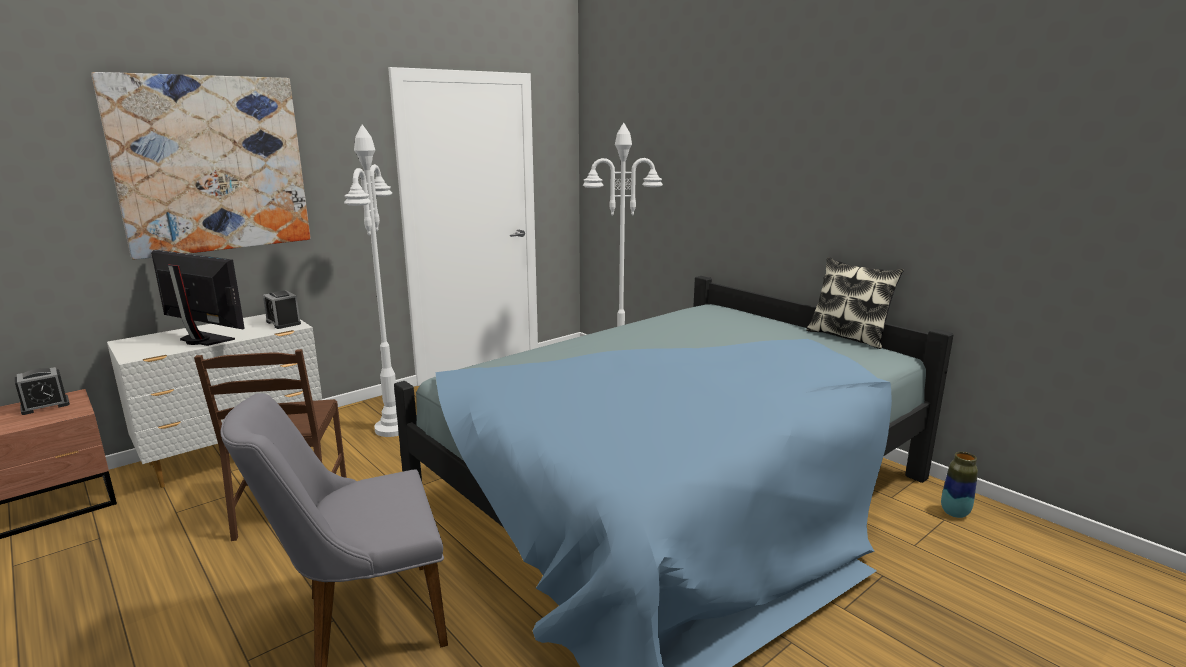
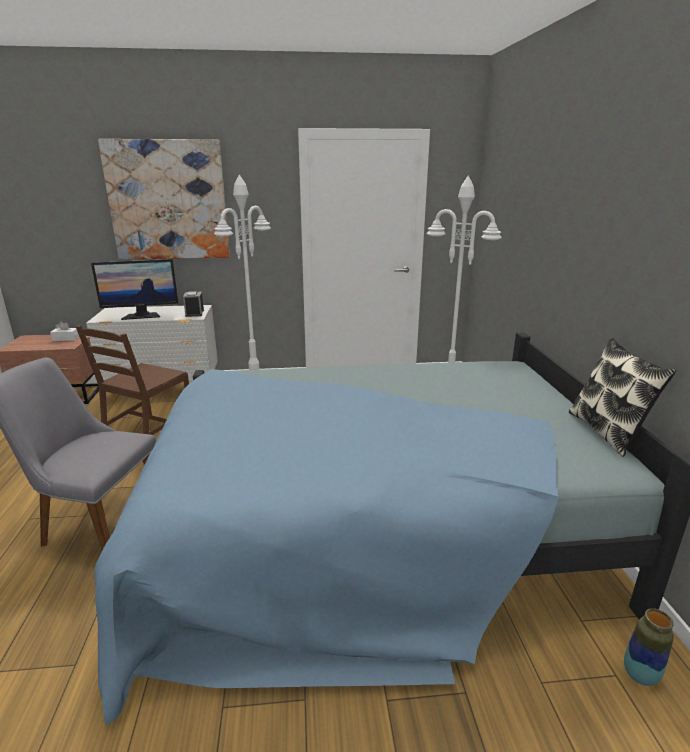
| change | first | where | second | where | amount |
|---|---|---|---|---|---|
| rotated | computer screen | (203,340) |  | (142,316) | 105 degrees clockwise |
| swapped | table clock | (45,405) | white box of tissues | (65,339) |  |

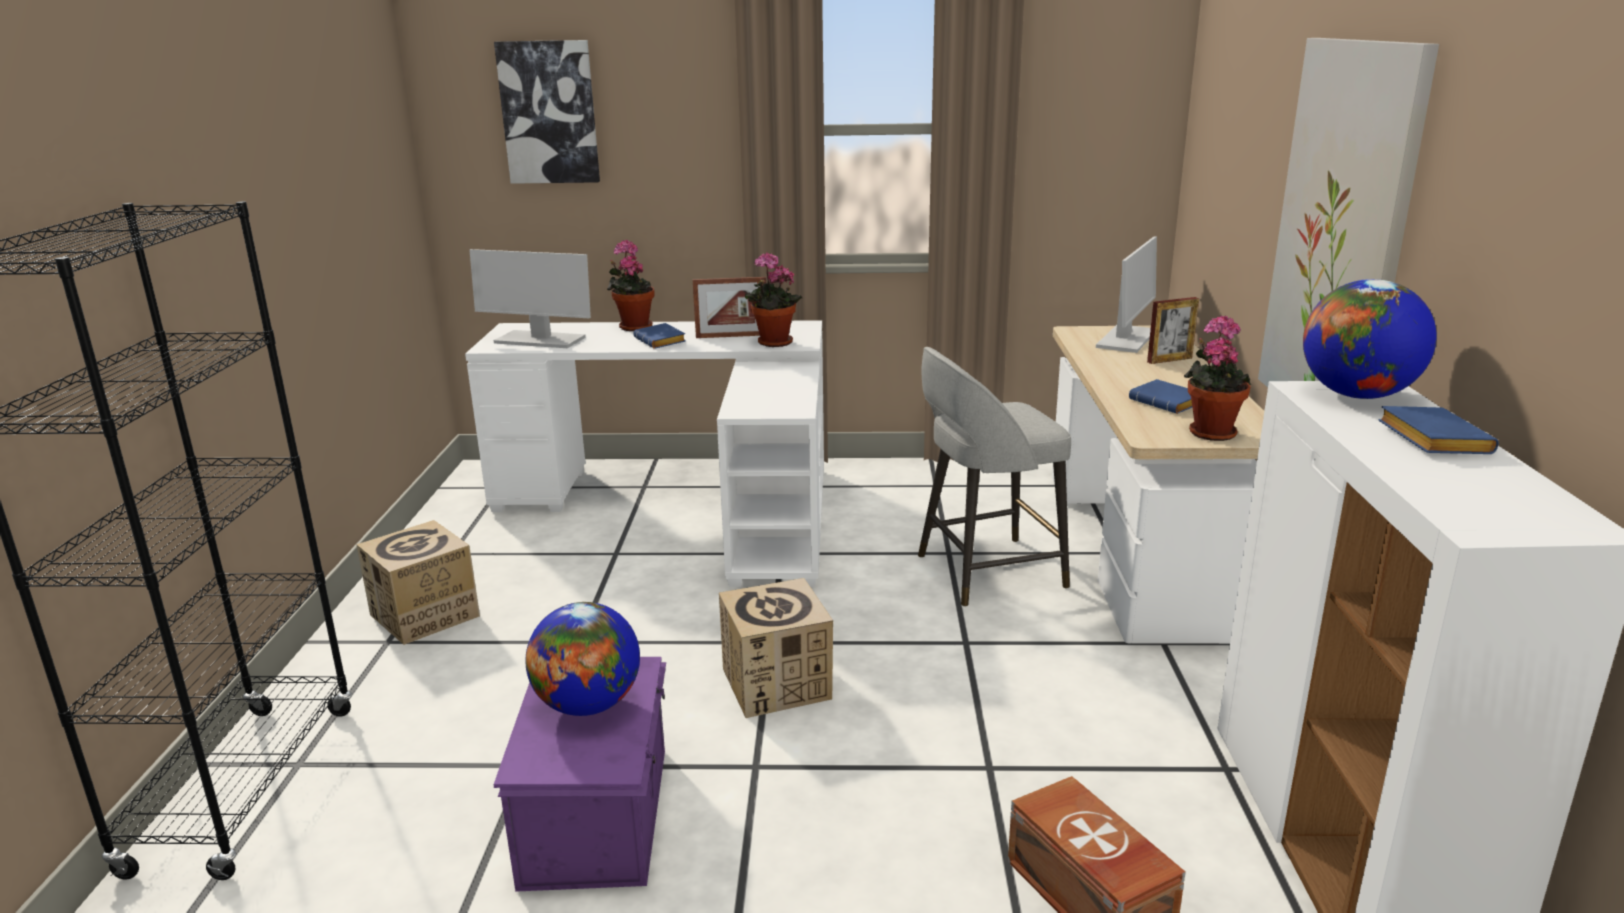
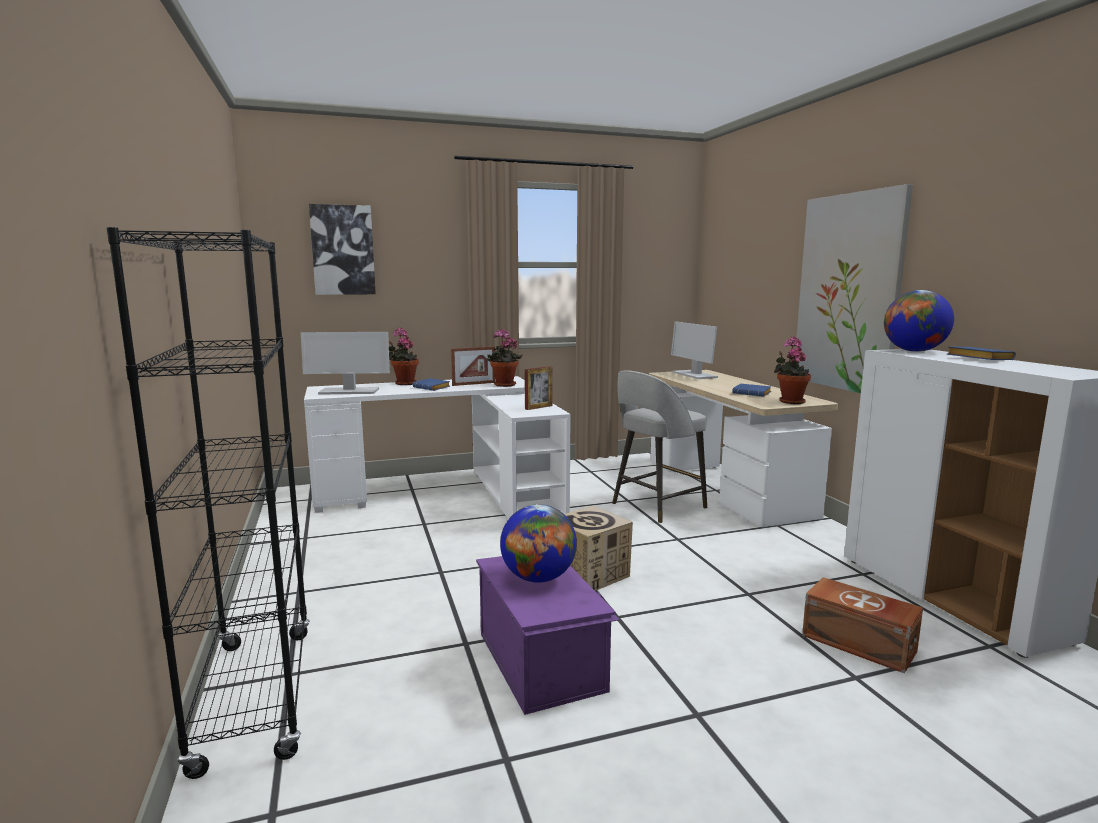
| change | first | where | second | where | amount |
|---|---|---|---|---|---|
| rotated | computer screen | (1126,339) |  | (694,375) | 150 degrees clockwise |
| shifted | picture frame | (1169,360) |  | (538,407) |  |
| gone | packing box | (424,615) |  |  |  |

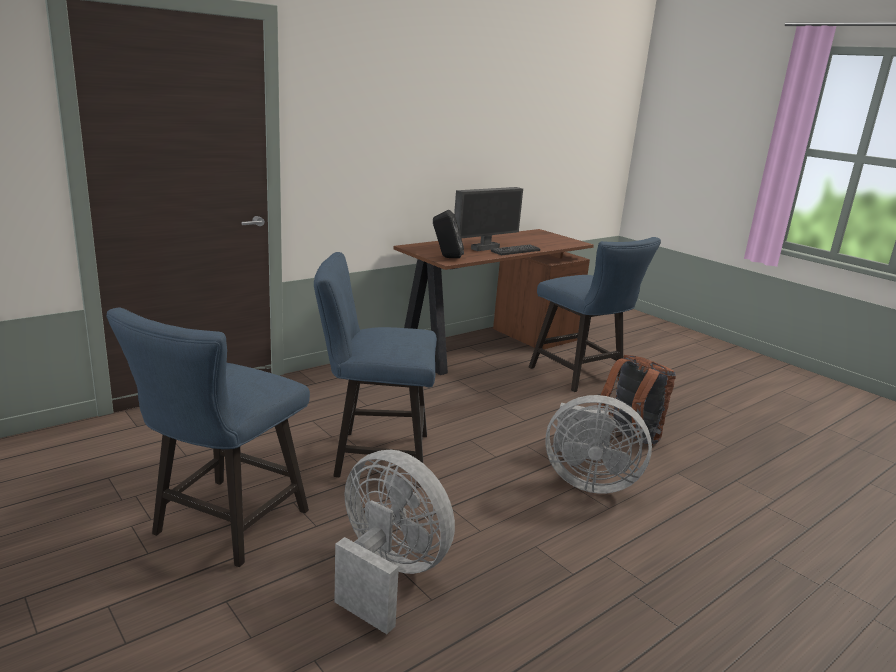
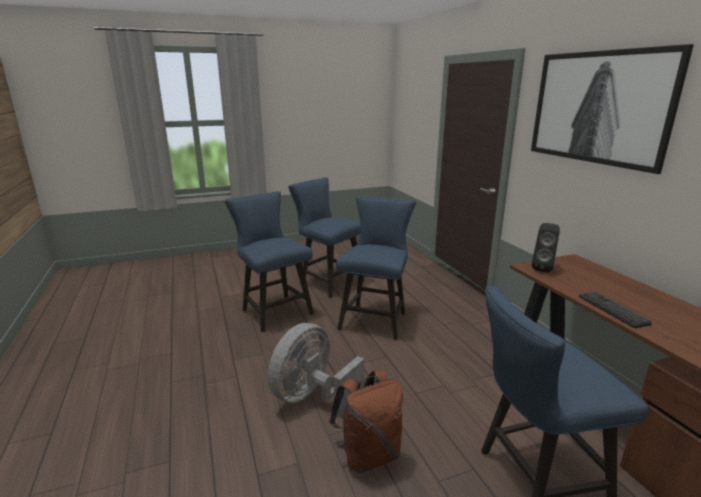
| change | first | where | second | where | amount |
|---|---|---|---|---|---|
| gone | computer screen | (484,248) |  |  |  |
| swapped | greyish electric fan | (388,574) | blue chair | (274,310) |  |
| new |  |  | picture | (599,107) |  |

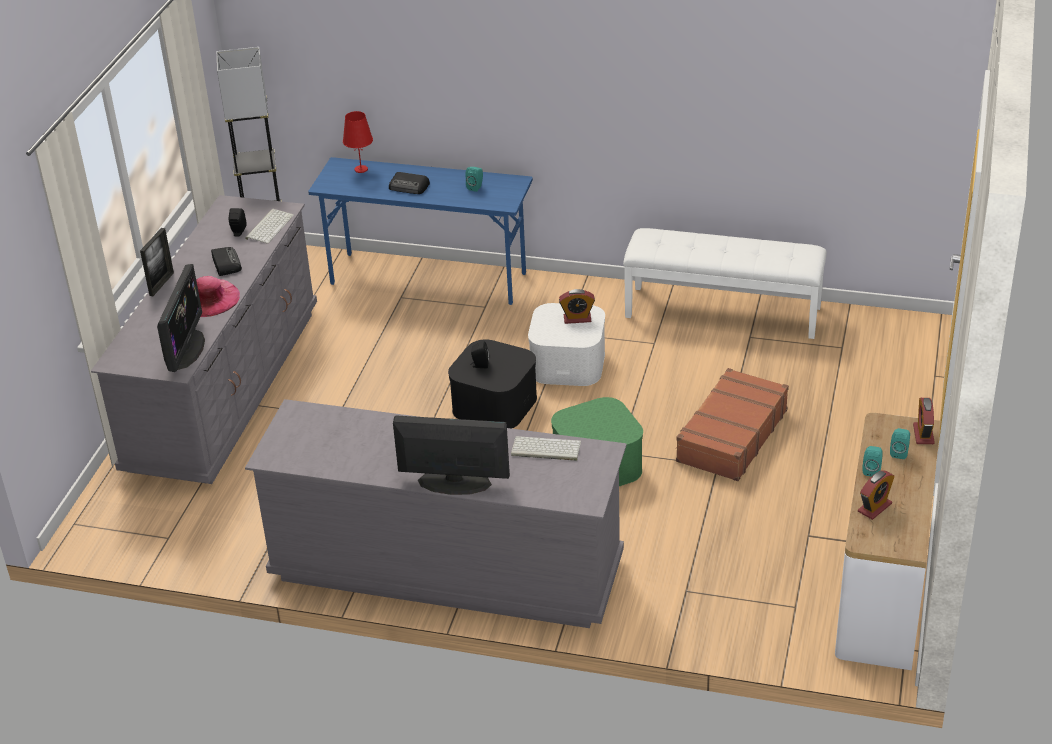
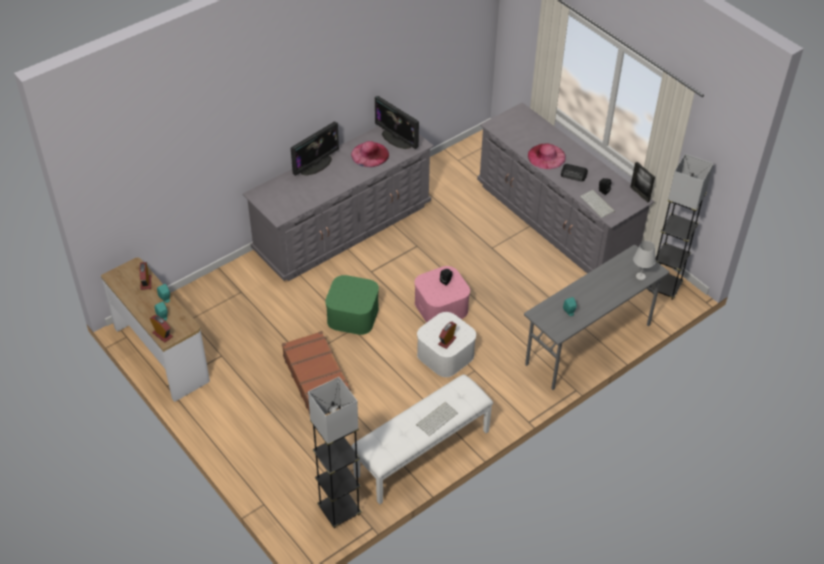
| change | first | where | second | where | amount |
|---|---|---|---|---|---|
| repainted | red-coloured lamp for a table | (361,169) | white lamp for a table | (640,276) |  |
| repainted | blue desk | (429,278) | greyish desk | (588,345) |  |
| gone | radio set | (409,187) |  |  |  |
| shifted | picture frame | (161,284) |  | (639,194) |  |
| shifted | computer screen | (186,349) |  | (397,139) |  |
| repainted | black-coloured storage bin | (494,403) | pink-coloured storage bin | (441,306) |  |
| shifted | PC keyboard | (545,449) |  | (437,418) |  |
| new |  |  | pink-coloured wearable hat | (370,154) |  |
| new |  |  | greyish standard lamp | (339,510) |  |

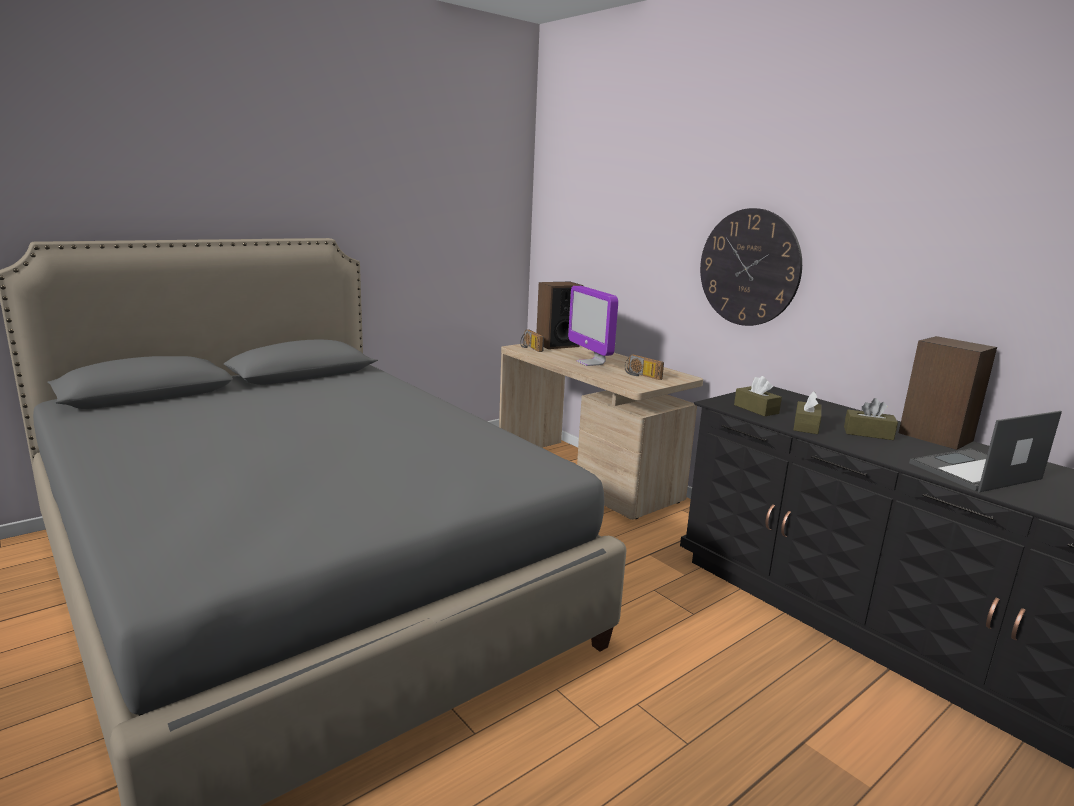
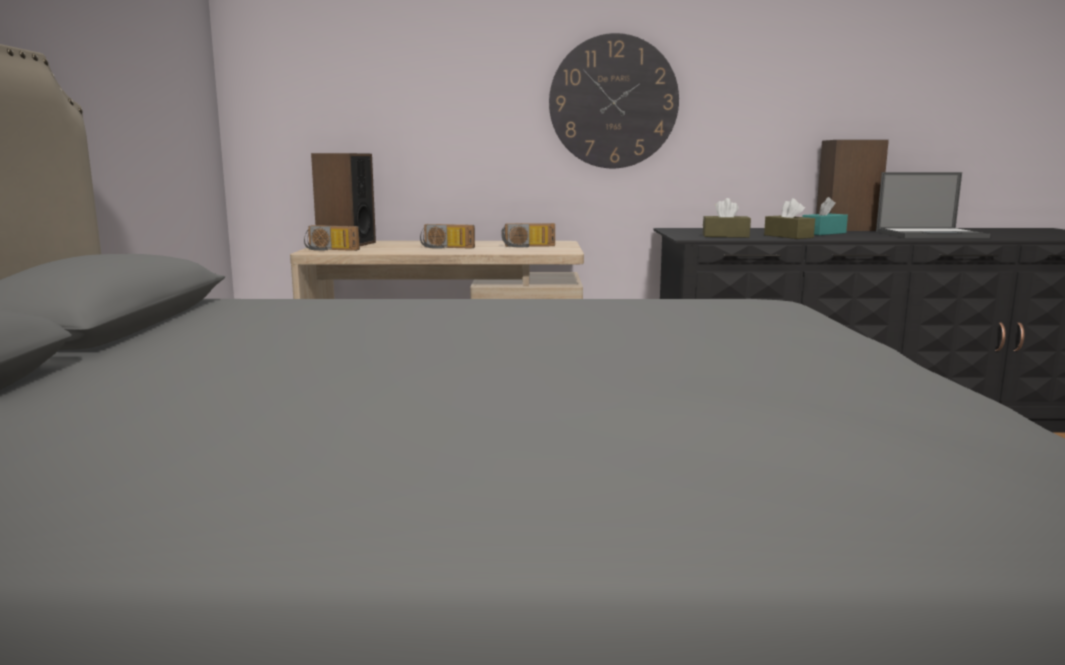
| change | first | where | second | where | amount |
|---|---|---|---|---|---|
| swapped | computer screen | (590,363) | radio set | (446,248) |  |
| repainted | brown box of tissues | (868,433) | turquoise box of tissues | (823,233) |  |
| rotated | notebook computer | (974,471) |  | (931,235) | 105 degrees counterclockwise |

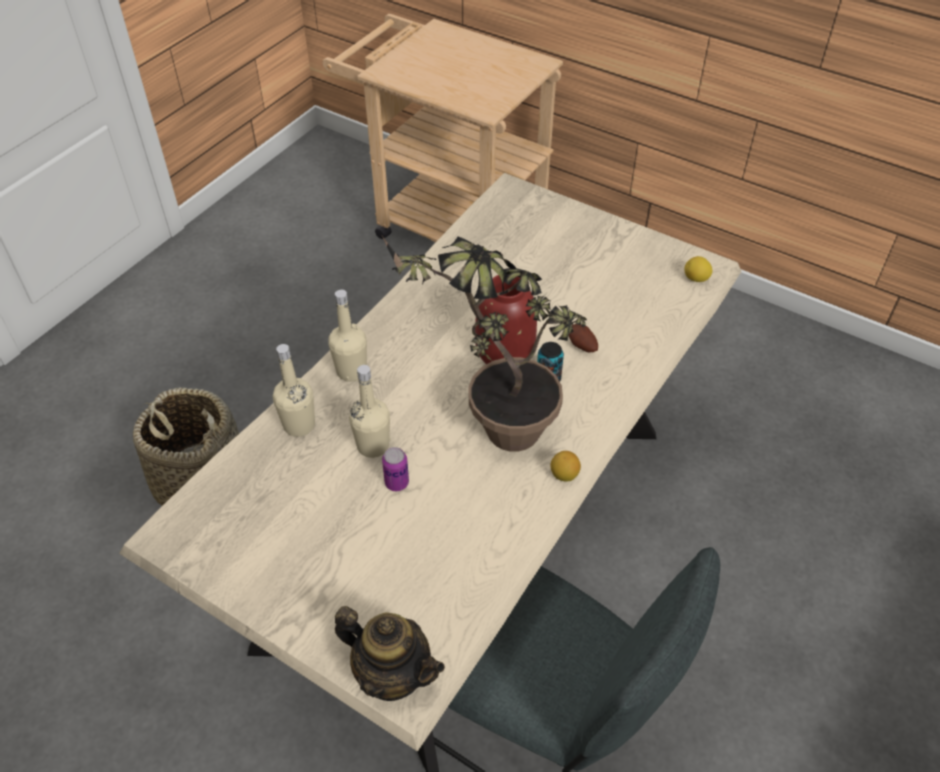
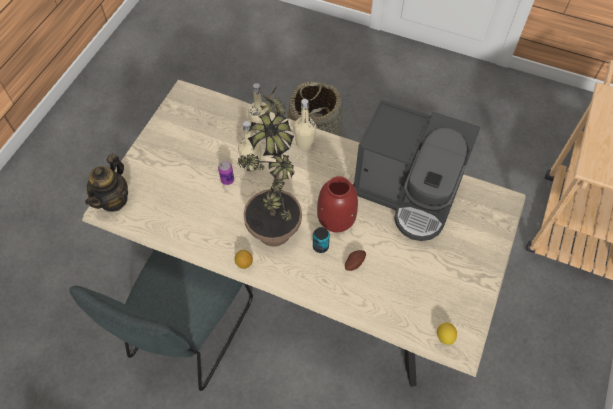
| change | first | where | second | where | amount |
|---|---|---|---|---|---|
| new |  |  | coffee brewer | (407,192) |  |

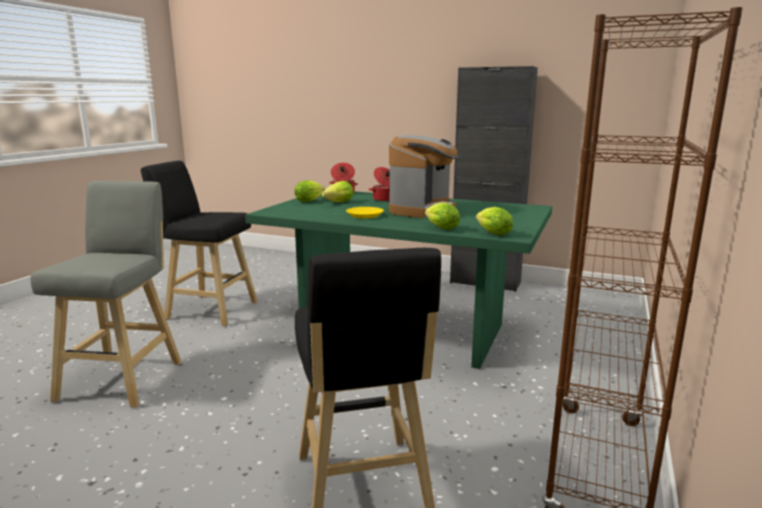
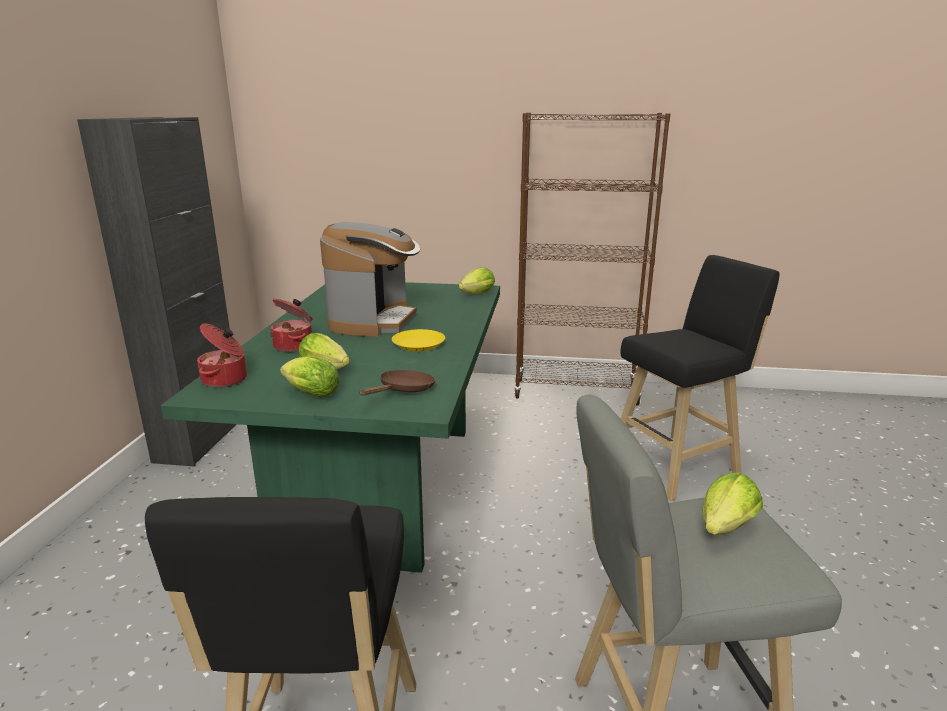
| change | first | where | second | where | amount |
|---|---|---|---|---|---|
| rotated | coffee brewer | (423,210) |  | (374,321) | 90 degrees clockwise |
| shifted | head of lettuce | (440,228) |  | (724,530) |  |
| new |  |  | brown frying pan | (403,390) |  |

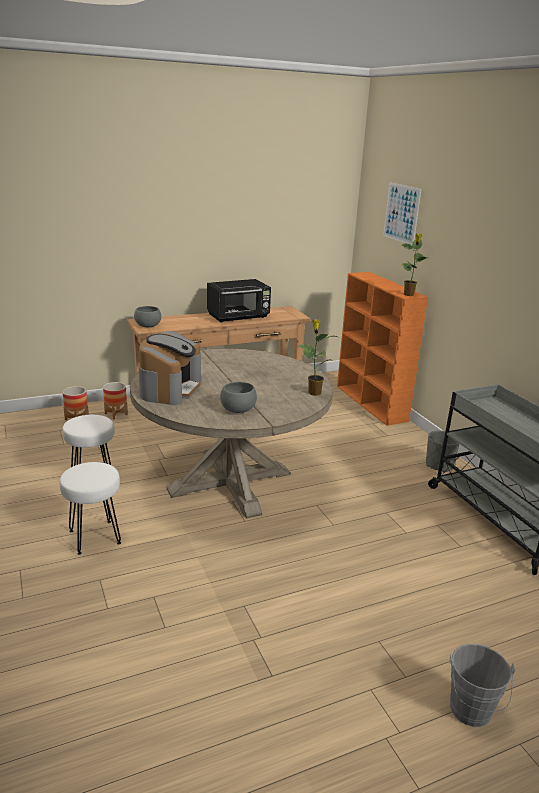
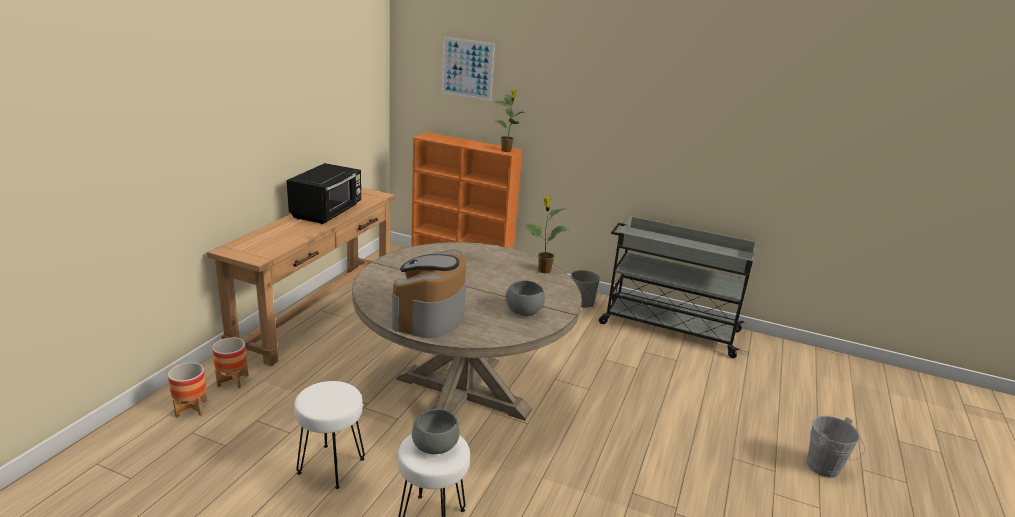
| change | first | where | second | where | amount |
|---|---|---|---|---|---|
| shifted | greyish bowl | (148,325) |  | (435,445) |  |
| rotated | coffee brewer | (170,389) |  | (430,316) | 135 degrees counterclockwise |

